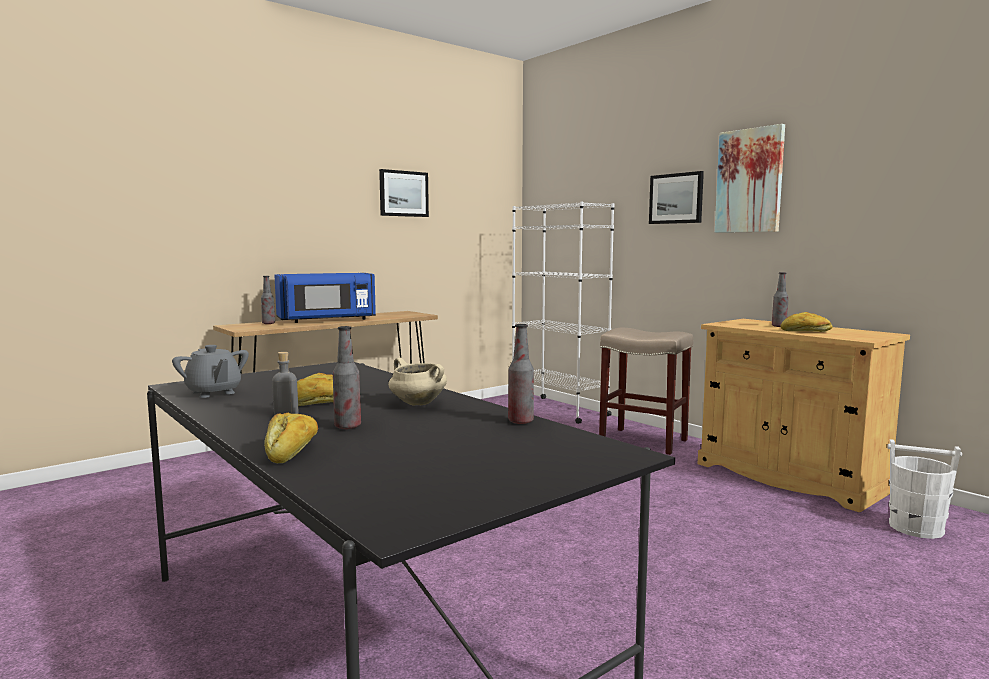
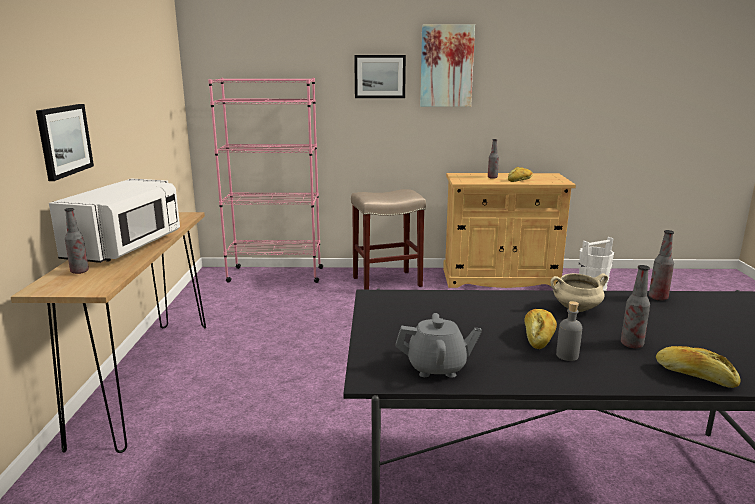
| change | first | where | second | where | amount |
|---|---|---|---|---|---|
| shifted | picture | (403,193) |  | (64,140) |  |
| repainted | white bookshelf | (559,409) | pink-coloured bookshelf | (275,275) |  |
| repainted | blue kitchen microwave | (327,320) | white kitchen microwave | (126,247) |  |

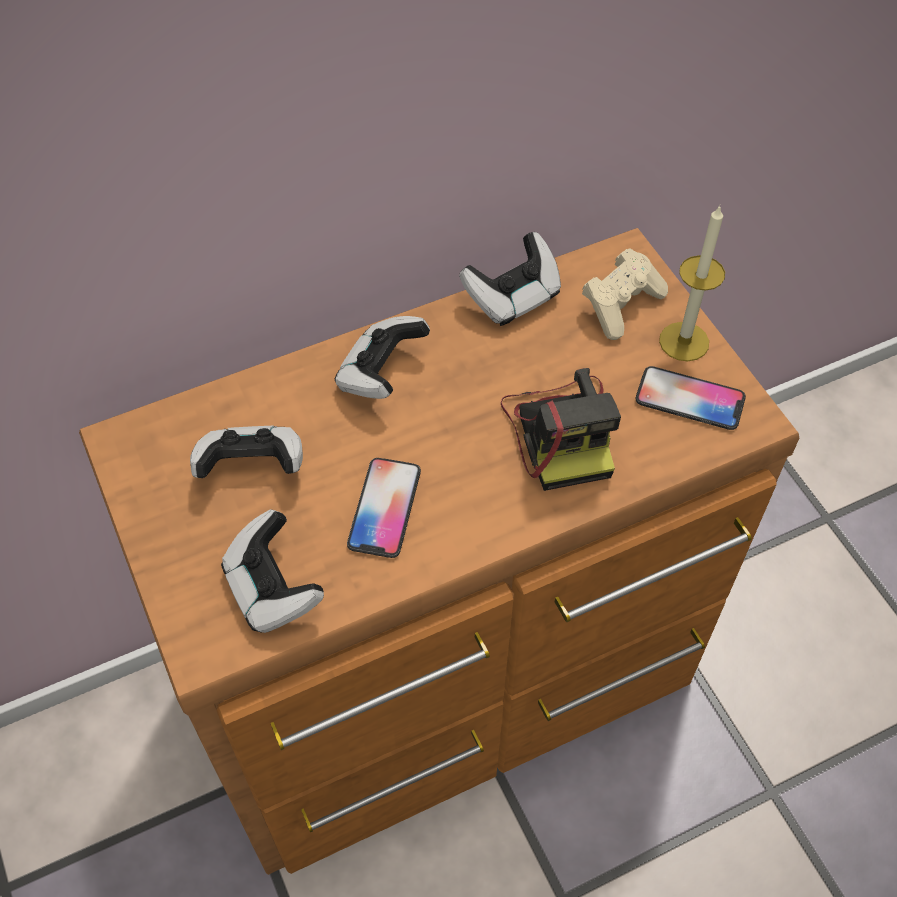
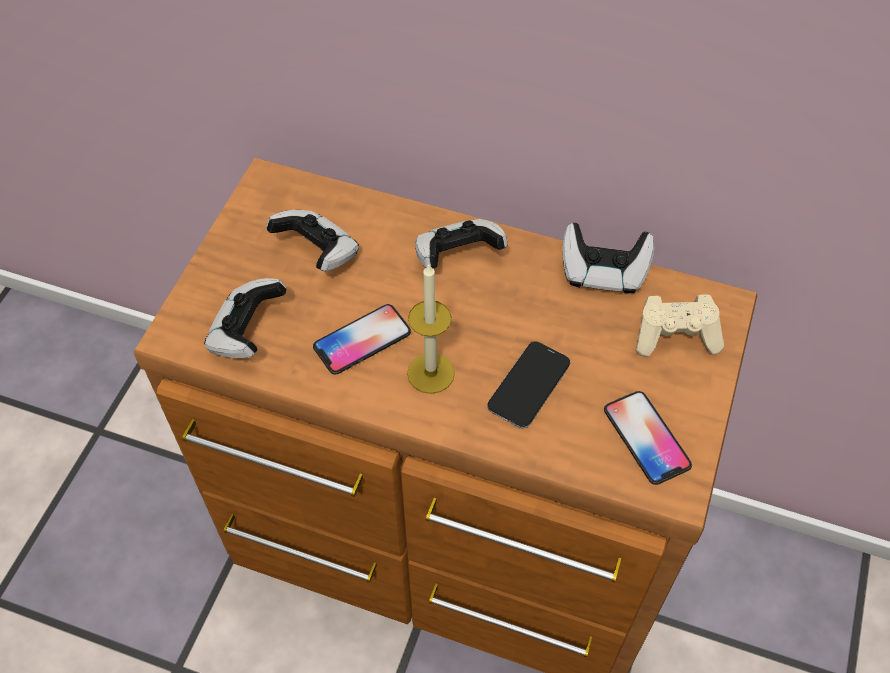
| change | first | where | second | where | amount |
|---|---|---|---|---|---|
| shifted | wax candle | (684,341) |  | (431,373) |  |
| swapped | photo camera | (561,432) | telephone | (529,385) |  |

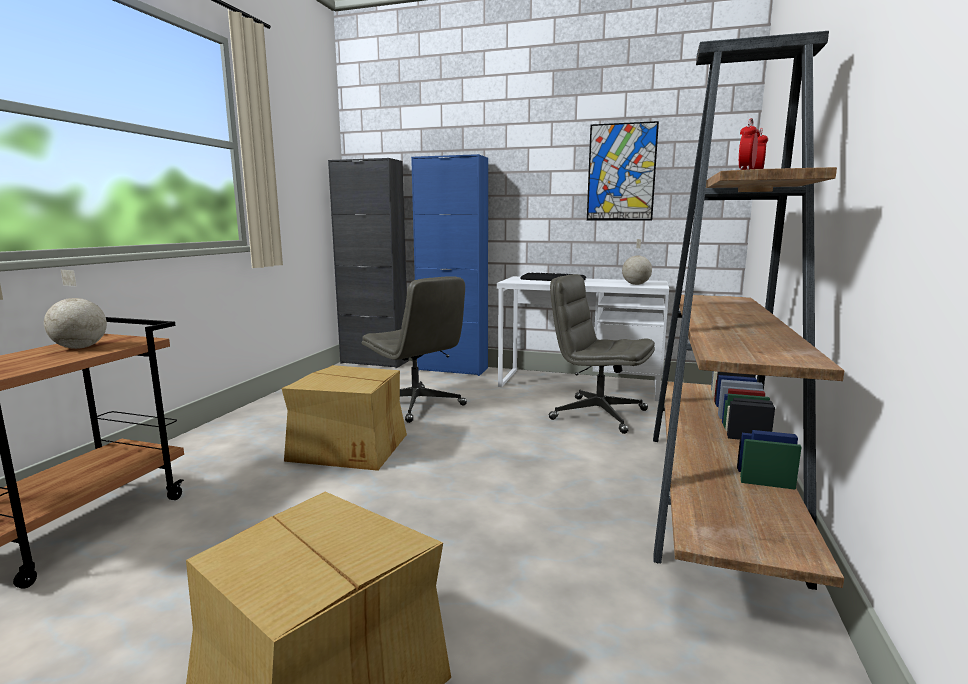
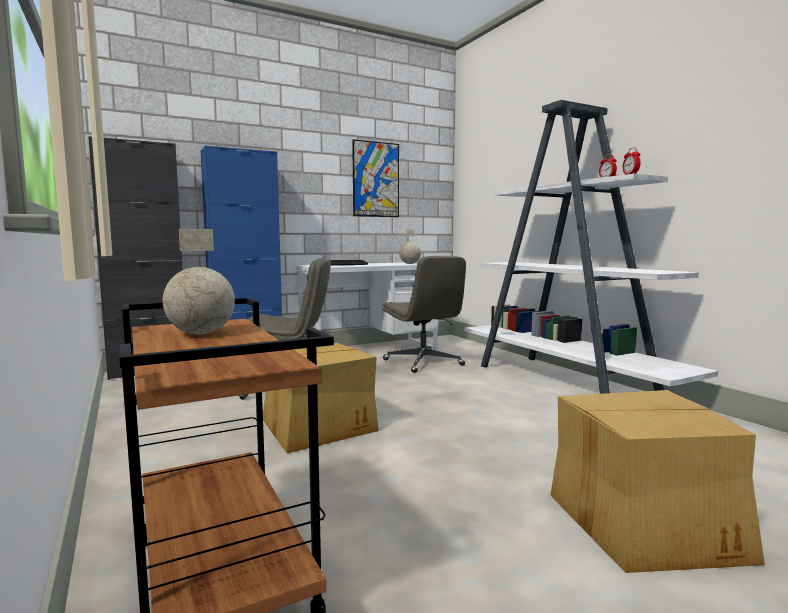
| change | first | where | second | where | amount |
|---|---|---|---|---|---|
| repainted | brown bookshelf | (715,497) | white bookshelf | (565,381) |  |
| rotated | greyish office chair | (597,414) |  | (424,363) | 105 degrees counterclockwise |

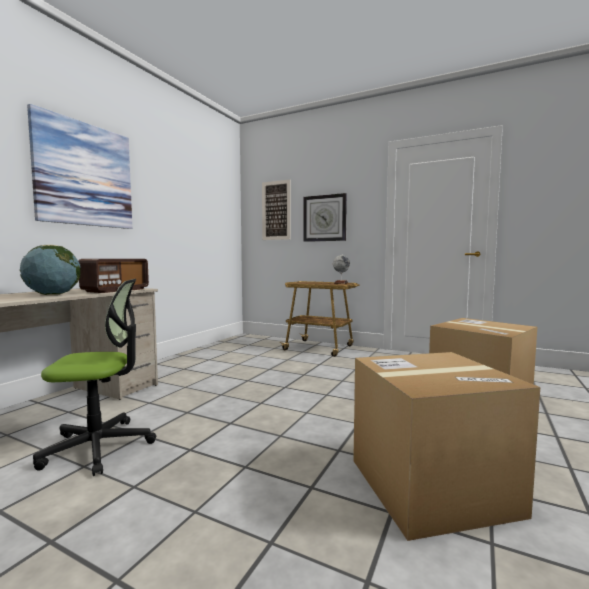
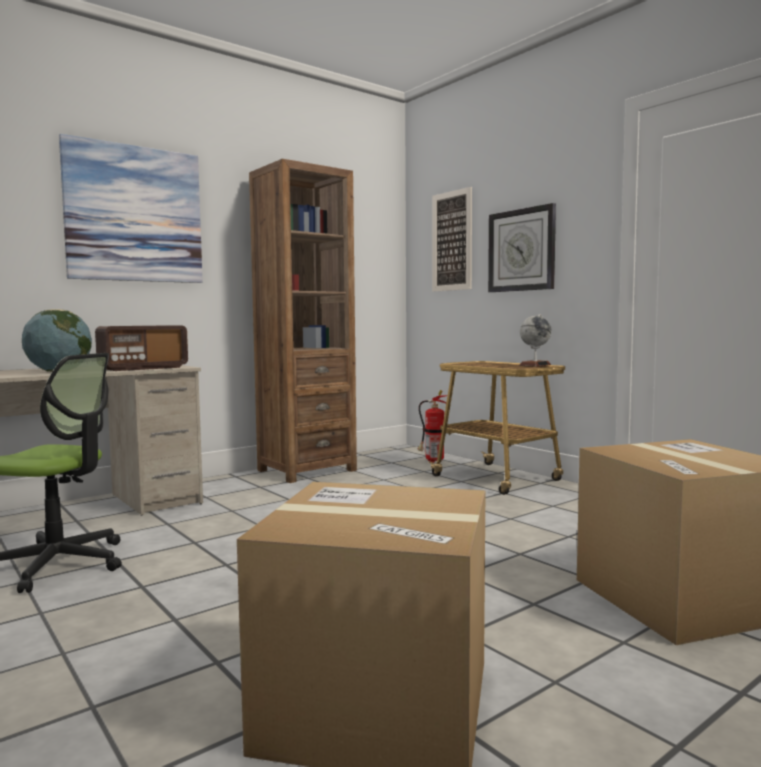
| change | first | where | second | where | amount |
|---|---|---|---|---|---|
| new |  |  | brown bookshelf | (306,470) |  |
| new |  |  | fire extinguisher | (432,461) |  |

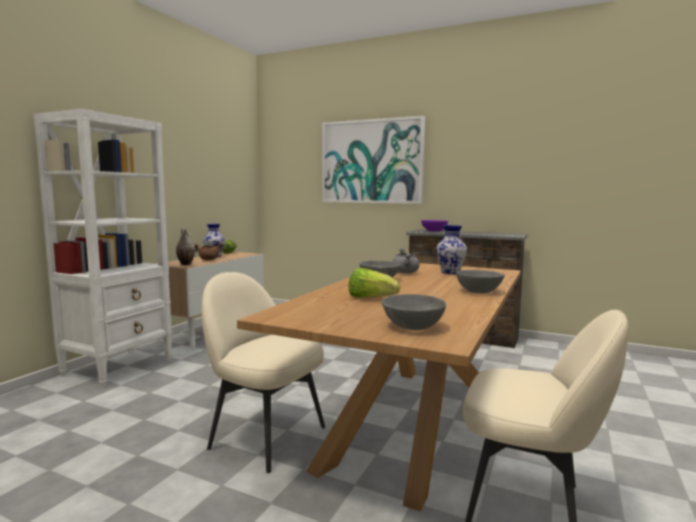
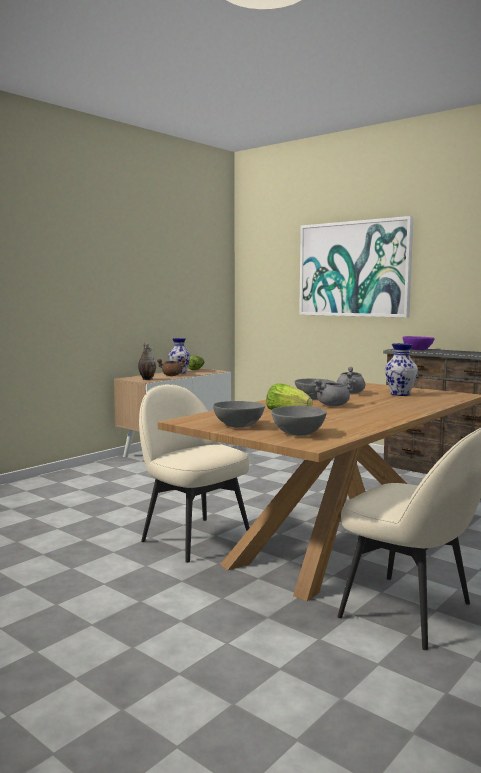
| change | first | where | second | where | amount |
|---|---|---|---|---|---|
| gone | white bookshelf | (119,366) |  |  |  |
| shifted | greyish bowl | (478,291) |  | (239,425) |  |
| new |  |  | greyish stockpot | (333,405) |  |

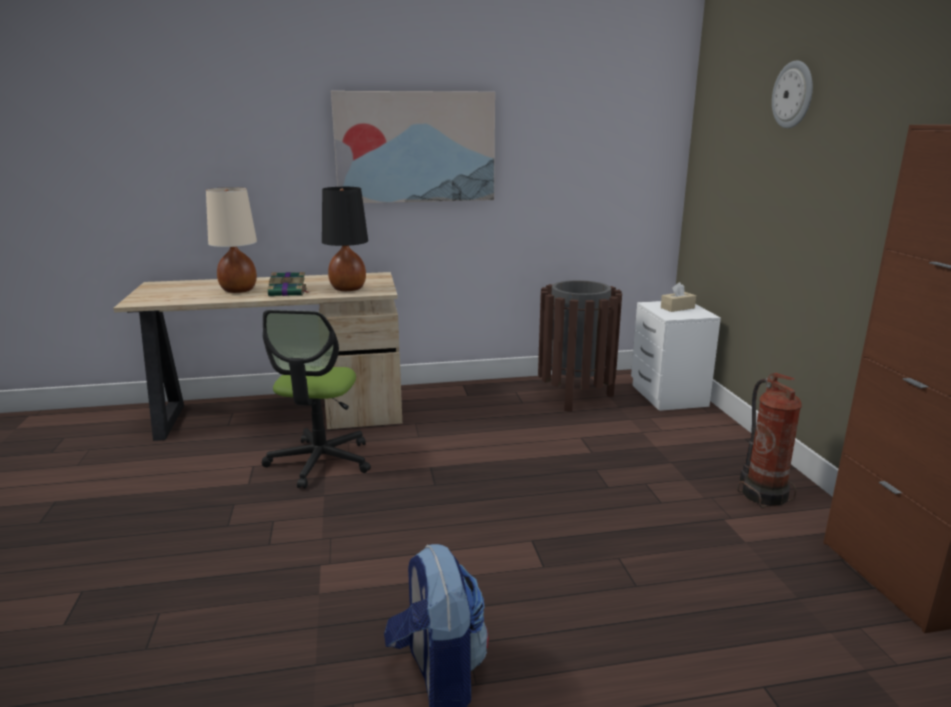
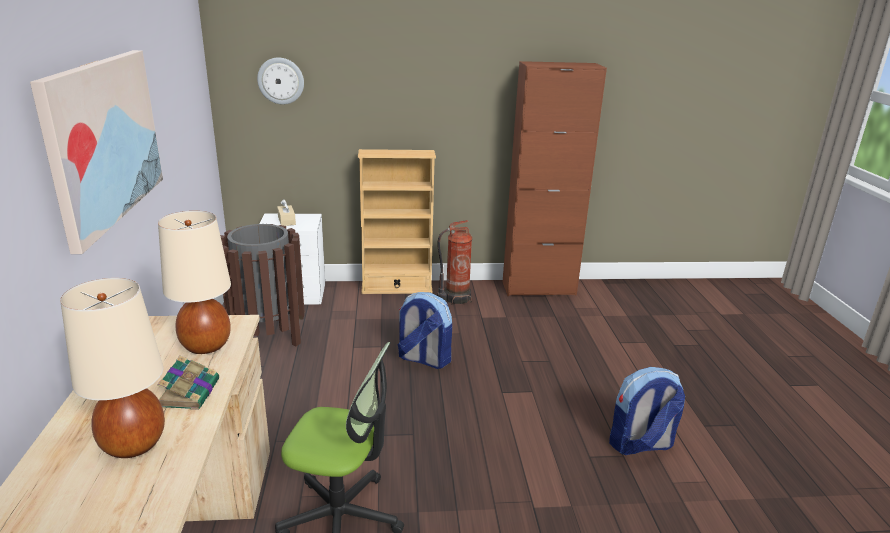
| change | first | where | second | where | amount |
|---|---|---|---|---|---|
| shifted | wall clock | (793,95) |  | (281,81) |  |
| repainted | black-coloured lamp for a table | (348,289) | beige lamp for a table | (207,345) |  |
| new |  |  | beige bookshelf | (396,288) |  |
| new |  |  | knapsack | (423,359) |  |

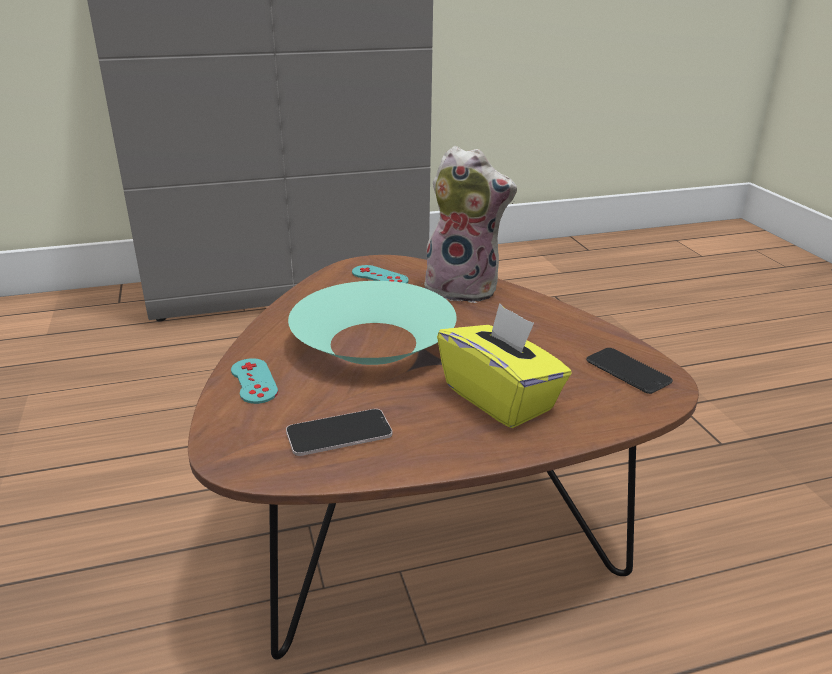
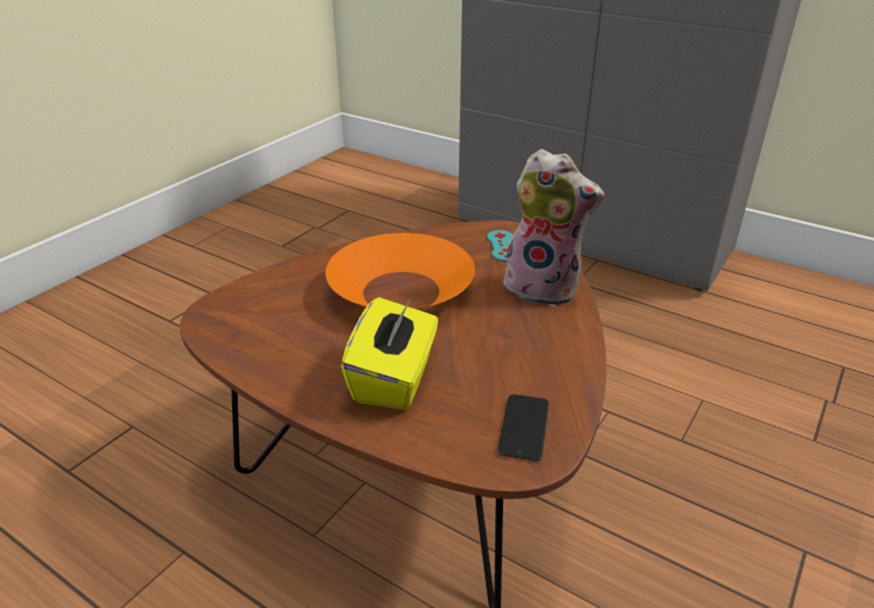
| change | first | where | second | where | amount |
|---|---|---|---|---|---|
| rotated | cuddly toy | (464,288) |  | (544,287) | 45 degrees counterclockwise |
| repainted | turquoise bowl | (372,342) | orange-coloured bowl | (400,291) |  |
| gone | turquoise gamepad | (254,381) |  |  |  |
| gone | telephone | (339,433) |  |  |  |

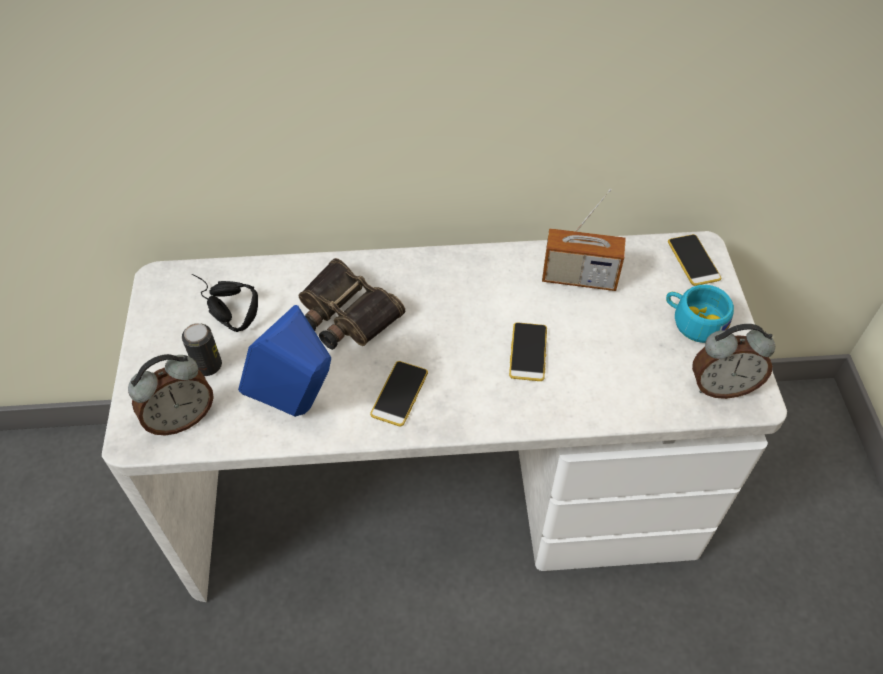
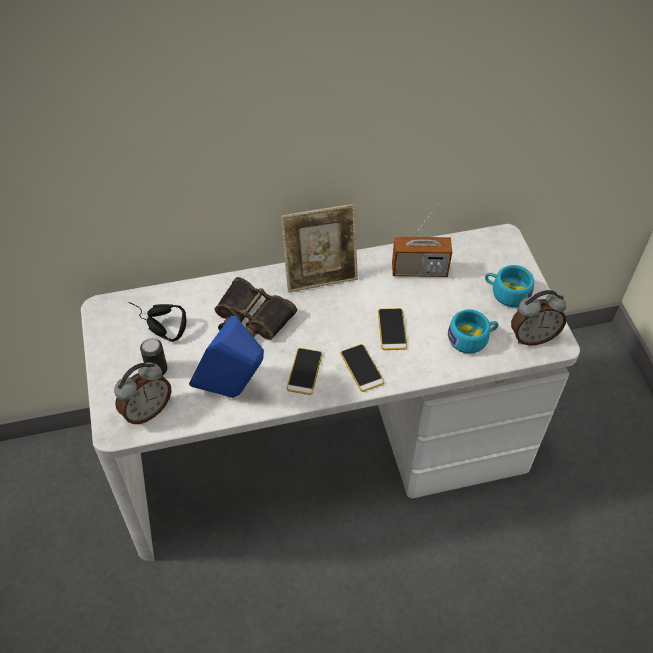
| change | first | where | second | where | amount |
|---|---|---|---|---|---|
| shifted | telephone | (693,260) |  | (362,368) |  |
| new |  |  | picture frame | (320,275) |  |
| new |  |  | turquoise drinking cup | (472,338) |  |

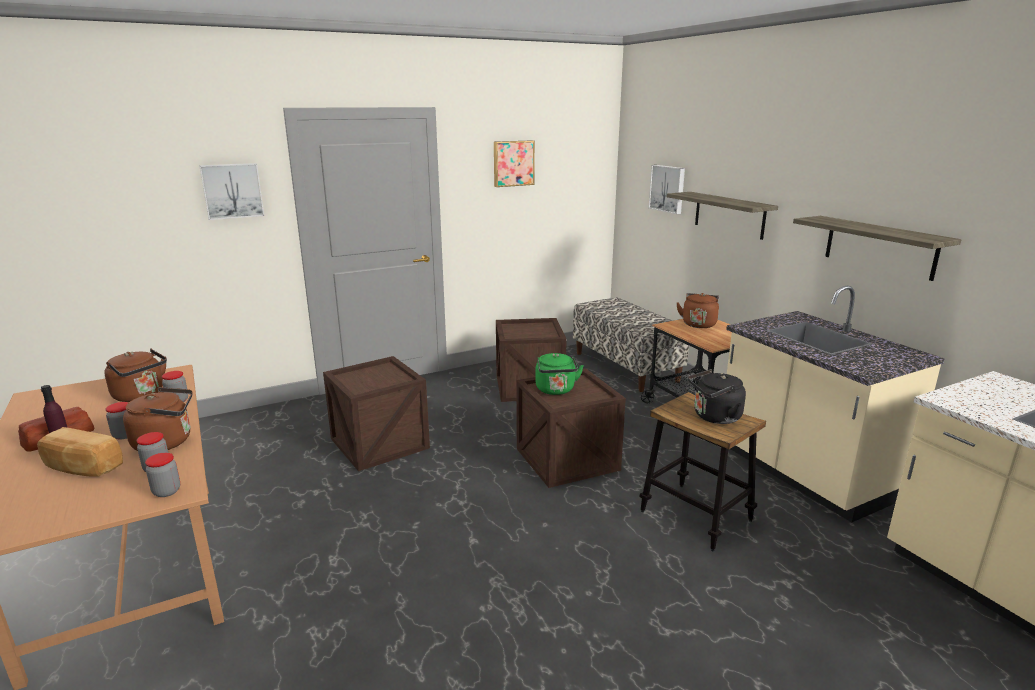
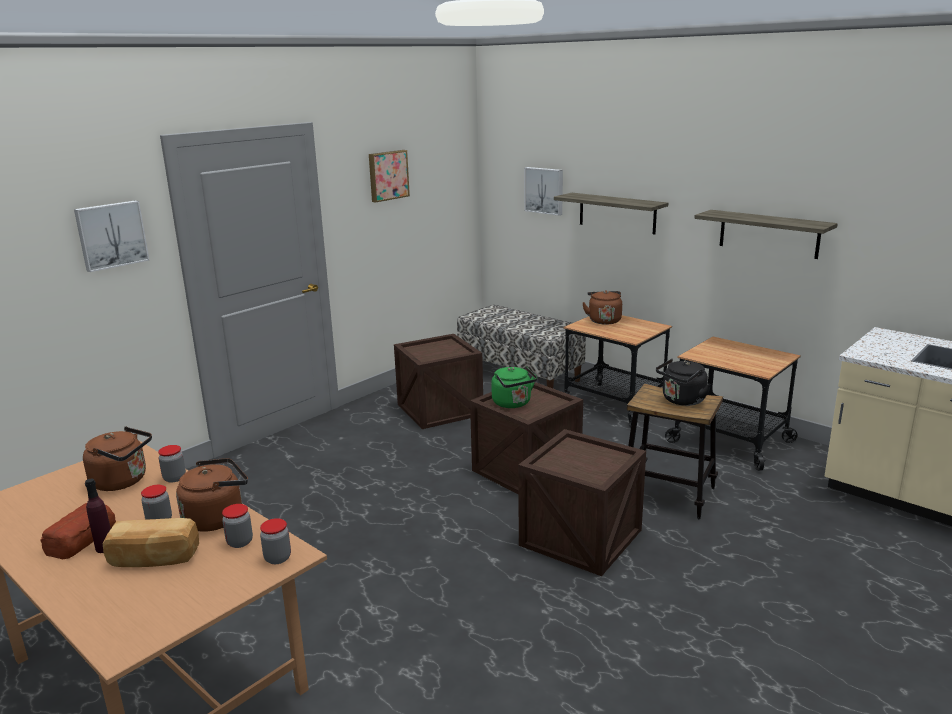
| change | first | where | second | where | amount |
|---|---|---|---|---|---|
| swapped | beige counter | (803,473) | trolley | (730,441) |  |
| shifted | shipping crate | (379,443) |  | (580,537) |  |

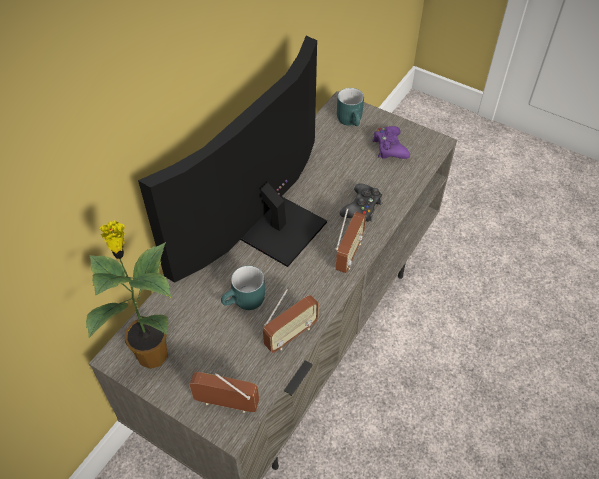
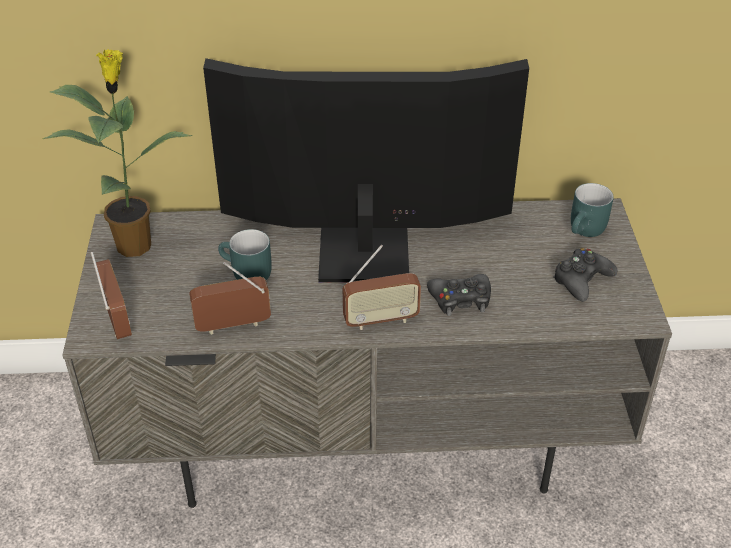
| change | first | where | second | where | amount |
|---|---|---|---|---|---|
| repainted | purple-coloured gamepad | (389,147) | black-coloured gamepad | (581,280) |  |
| rotated | radio set | (291,335) |  | (233,325) | 150 degrees clockwise |

